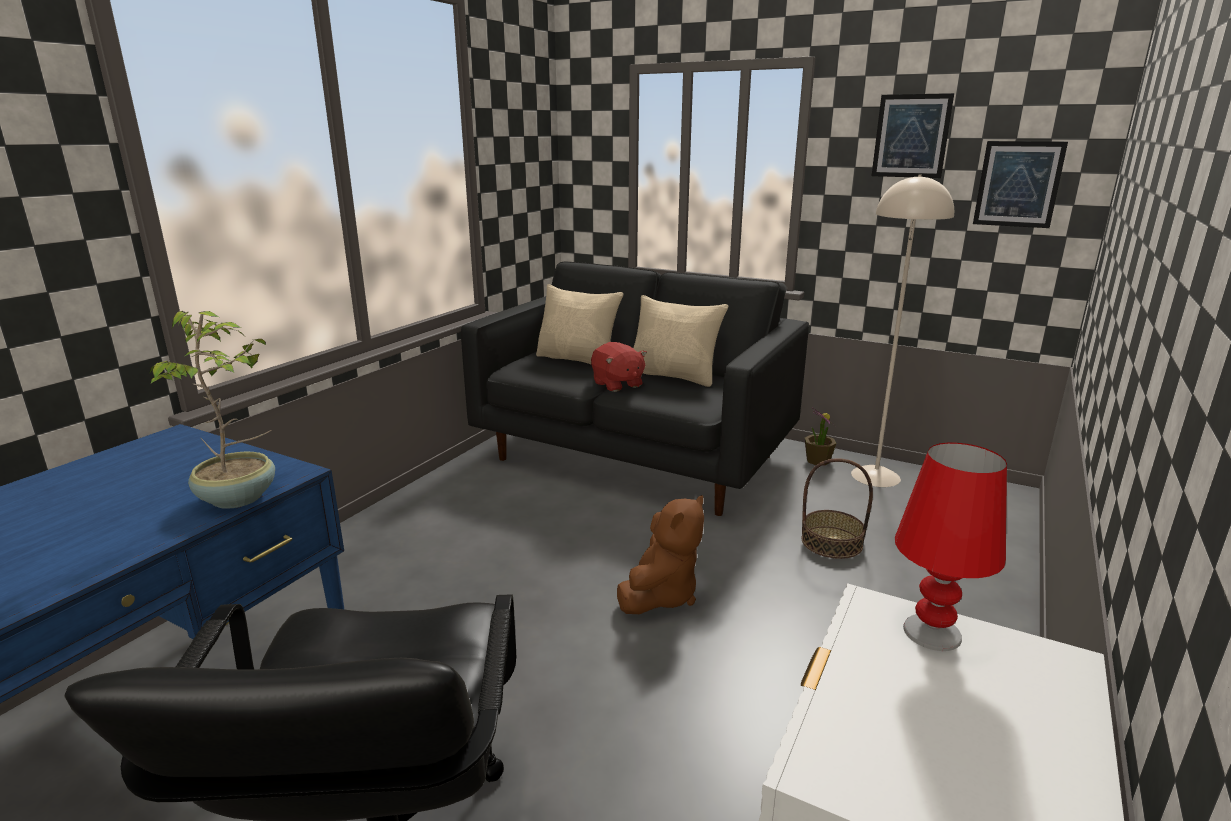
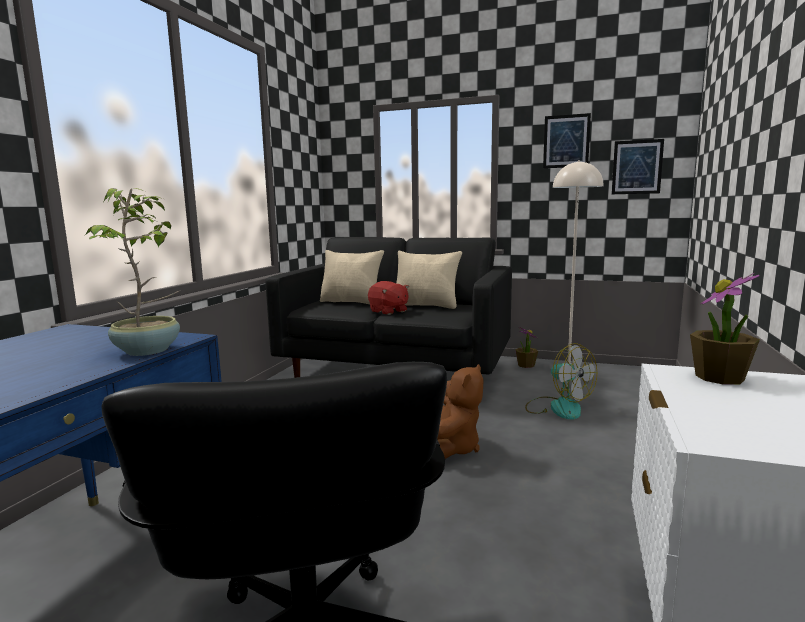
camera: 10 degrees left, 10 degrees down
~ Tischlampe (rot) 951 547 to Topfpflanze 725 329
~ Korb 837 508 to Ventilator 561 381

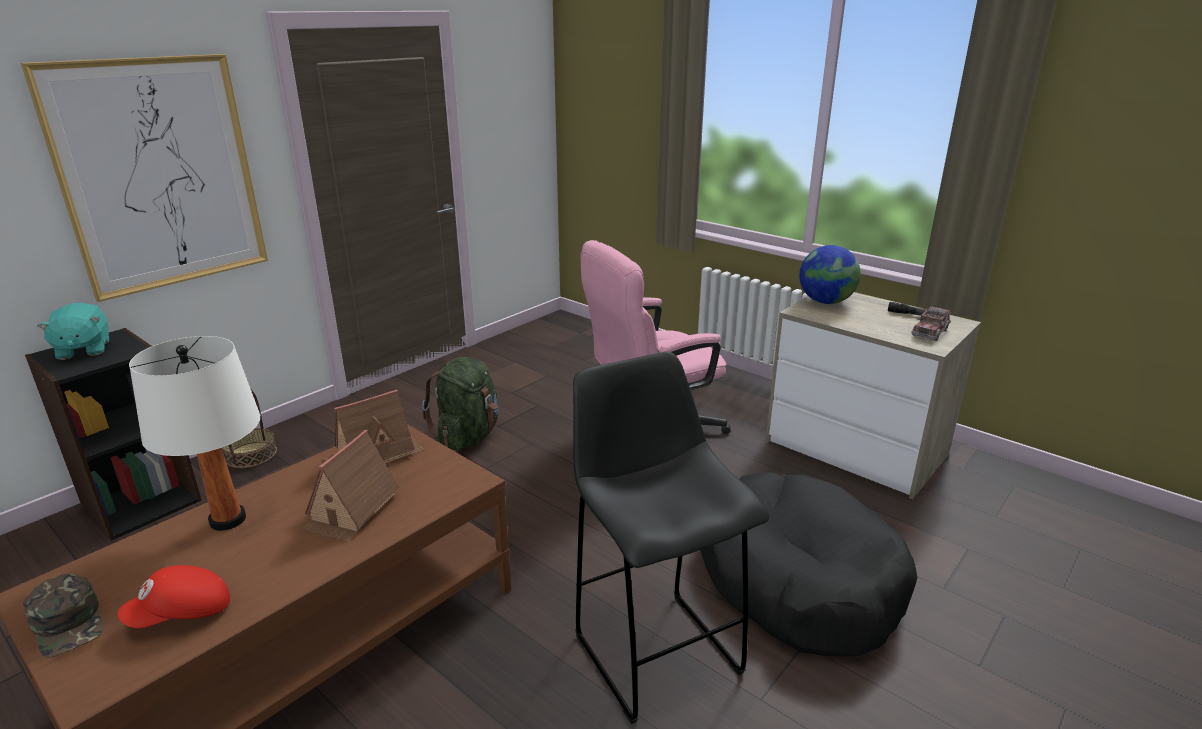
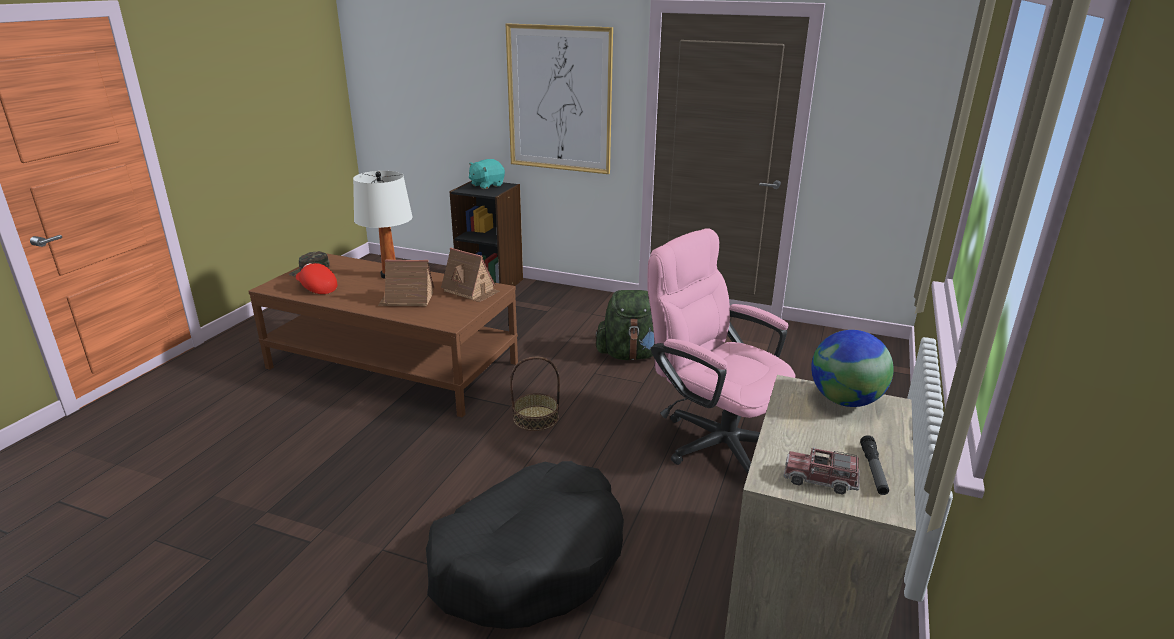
camera: 70 degrees right, 0 degrees up
- Hocker (schwarz) 671 538
~ Korb 249 428 to 535 394

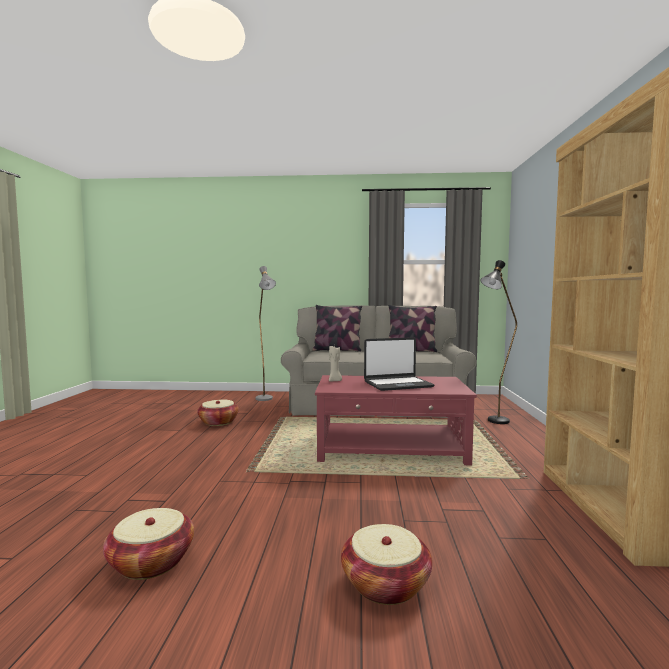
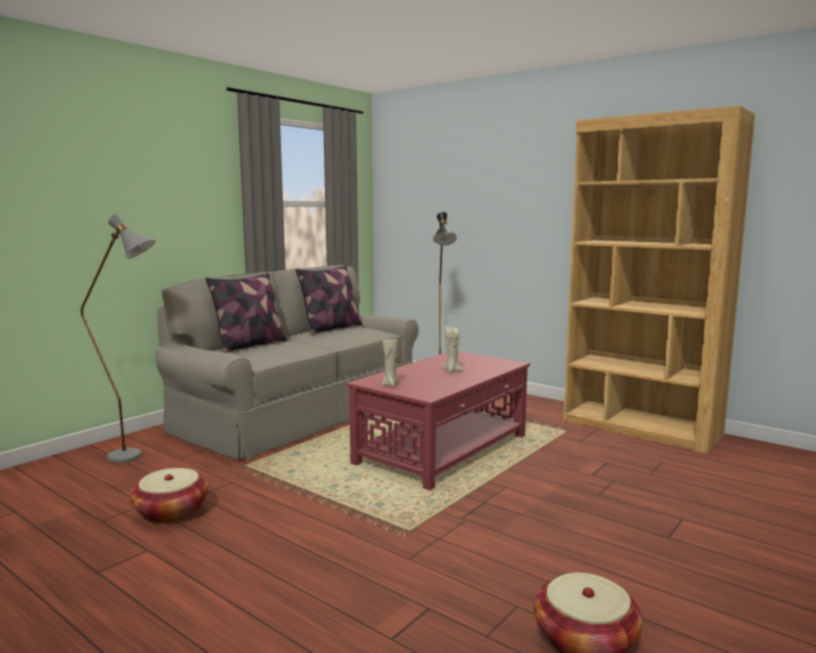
camera: 55 degrees left, 5 degrees up
~ Laptop 399 364 to Kerze (beige) 452 349
- Korb 386 564

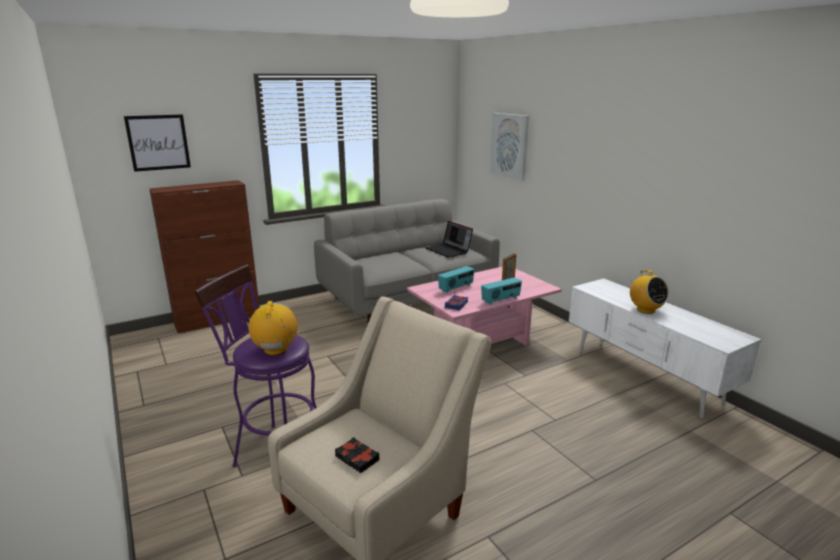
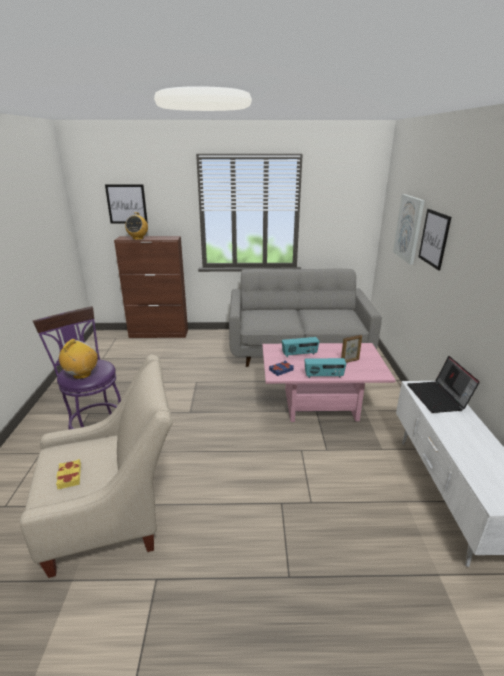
camera: 30 degrees right, 5 degrees up
~ Laptop 449 239 to 443 384
~ Radio 649 292 to 136 226
~ Buch (schwarz) 357 455 to Buch (gelb) 68 474
+ Bild 434 240

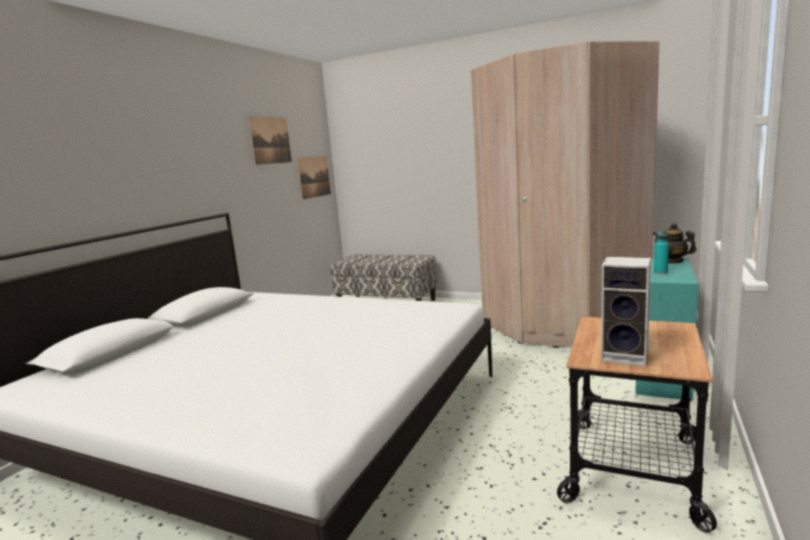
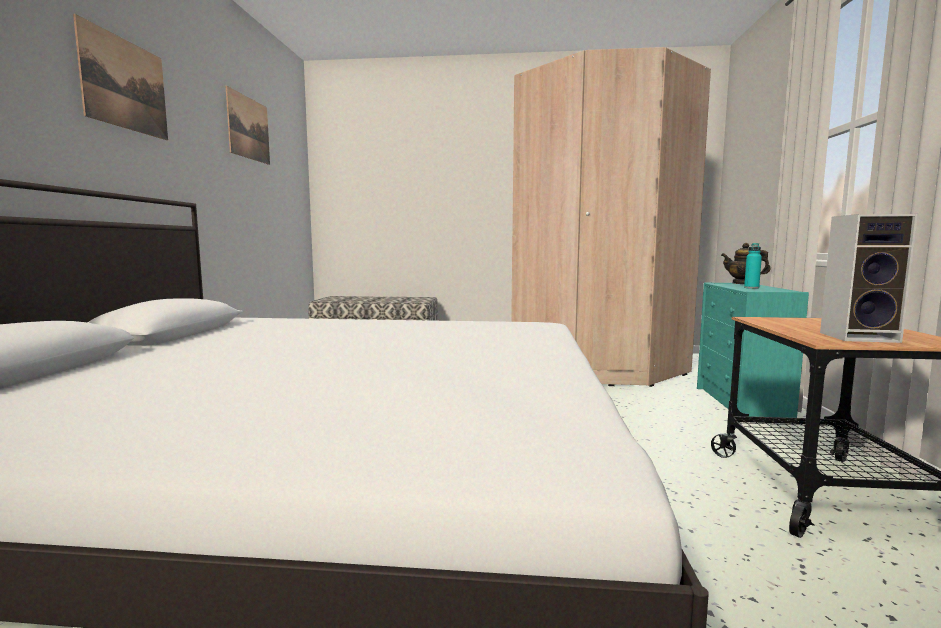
camera: 20 degrees left, 5 degrees down
~ Bild 314 178 to 120 77

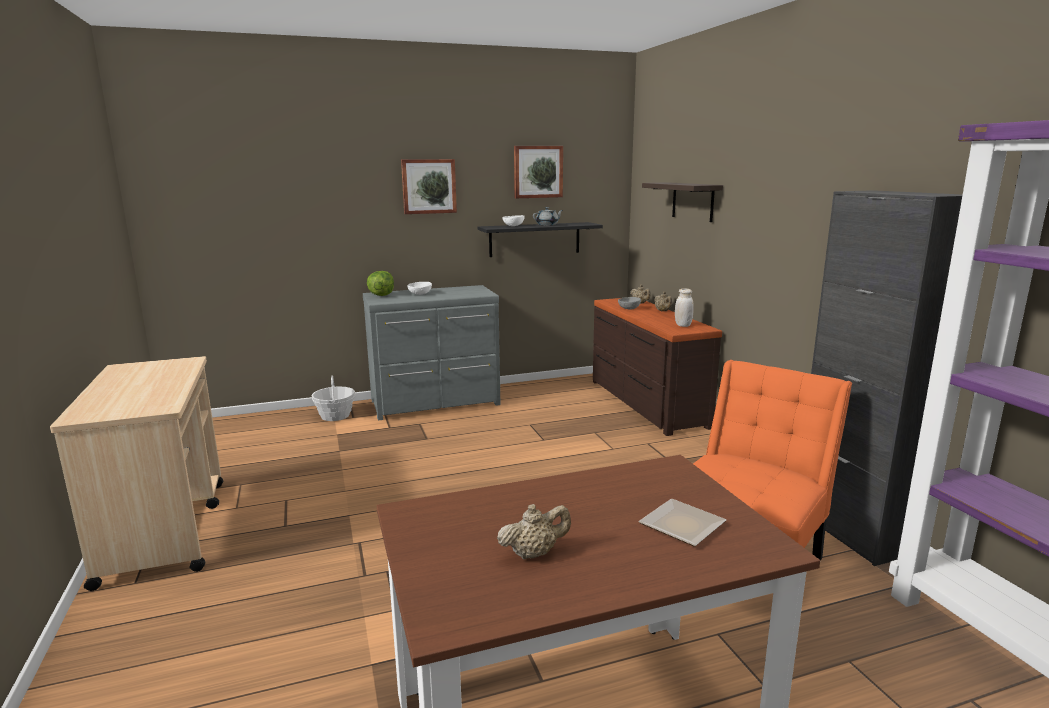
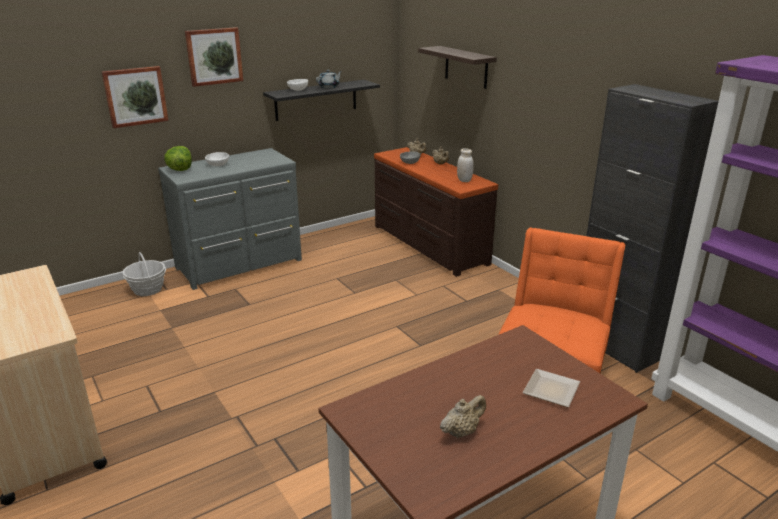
camera: 15 degrees left, 10 degrees up
~ Bild 538 172 to 135 97

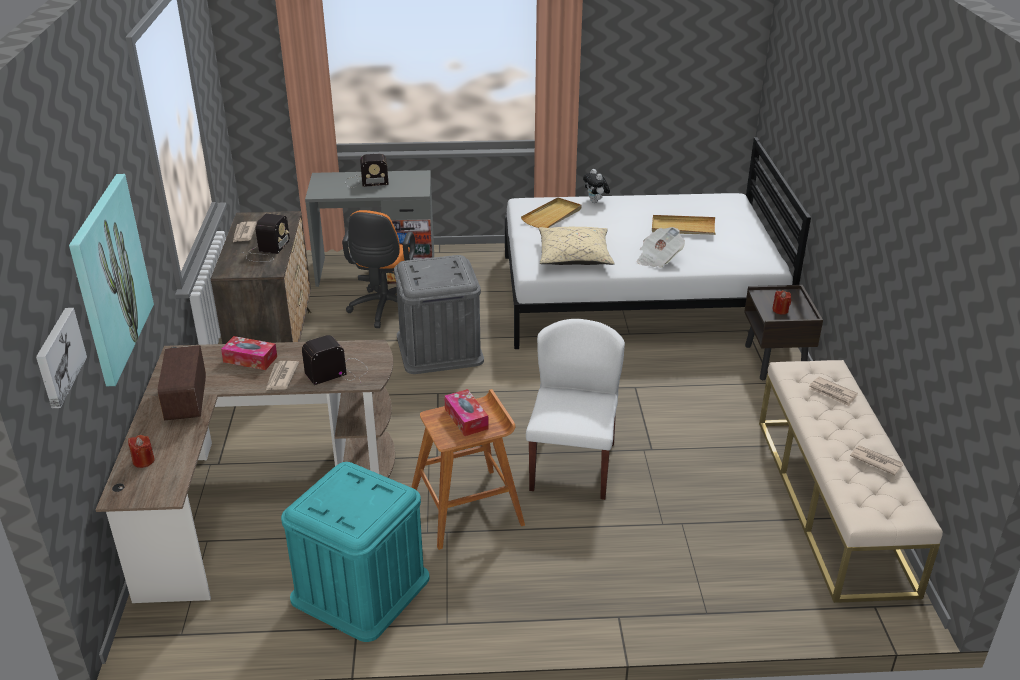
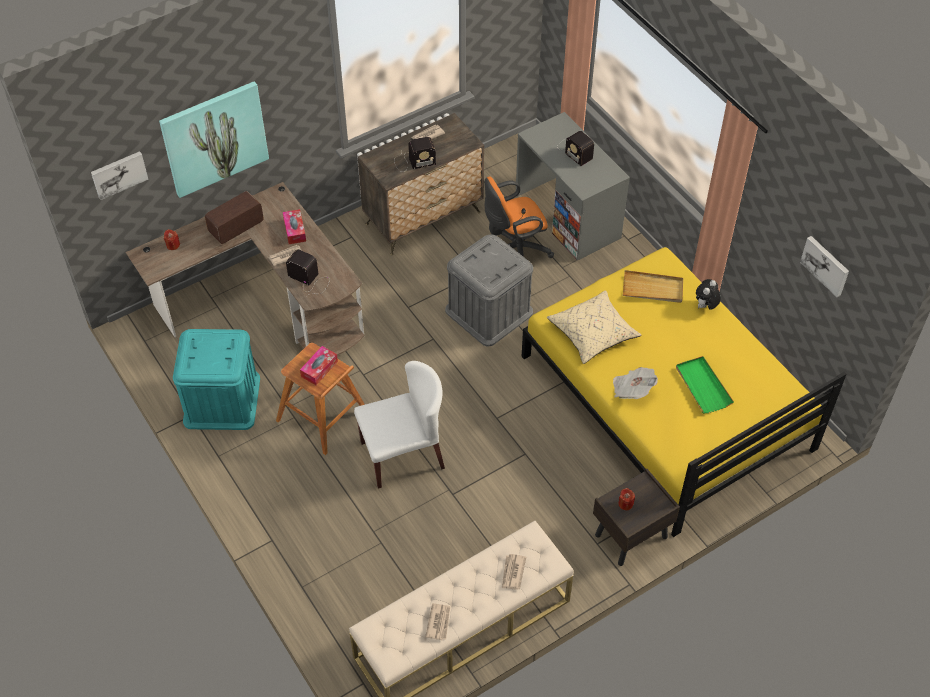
camera: 60 degrees right, 20 degrees up
~ Bett (weiß) 658 243 to Bett (gelb) 684 392
~ Tablett (beige) 684 225 to Tablett (grün) 705 384
+ Bild 824 266

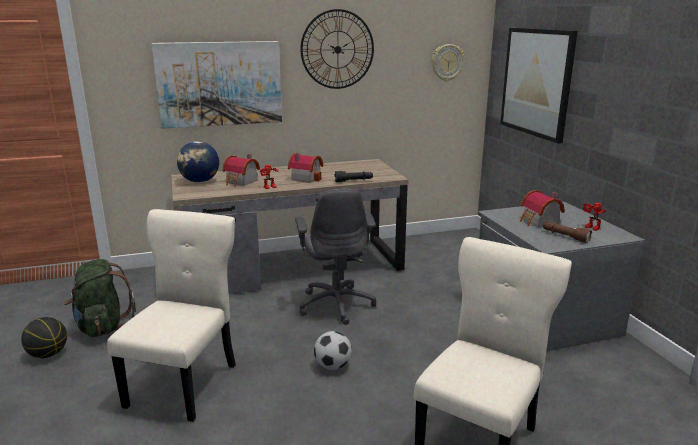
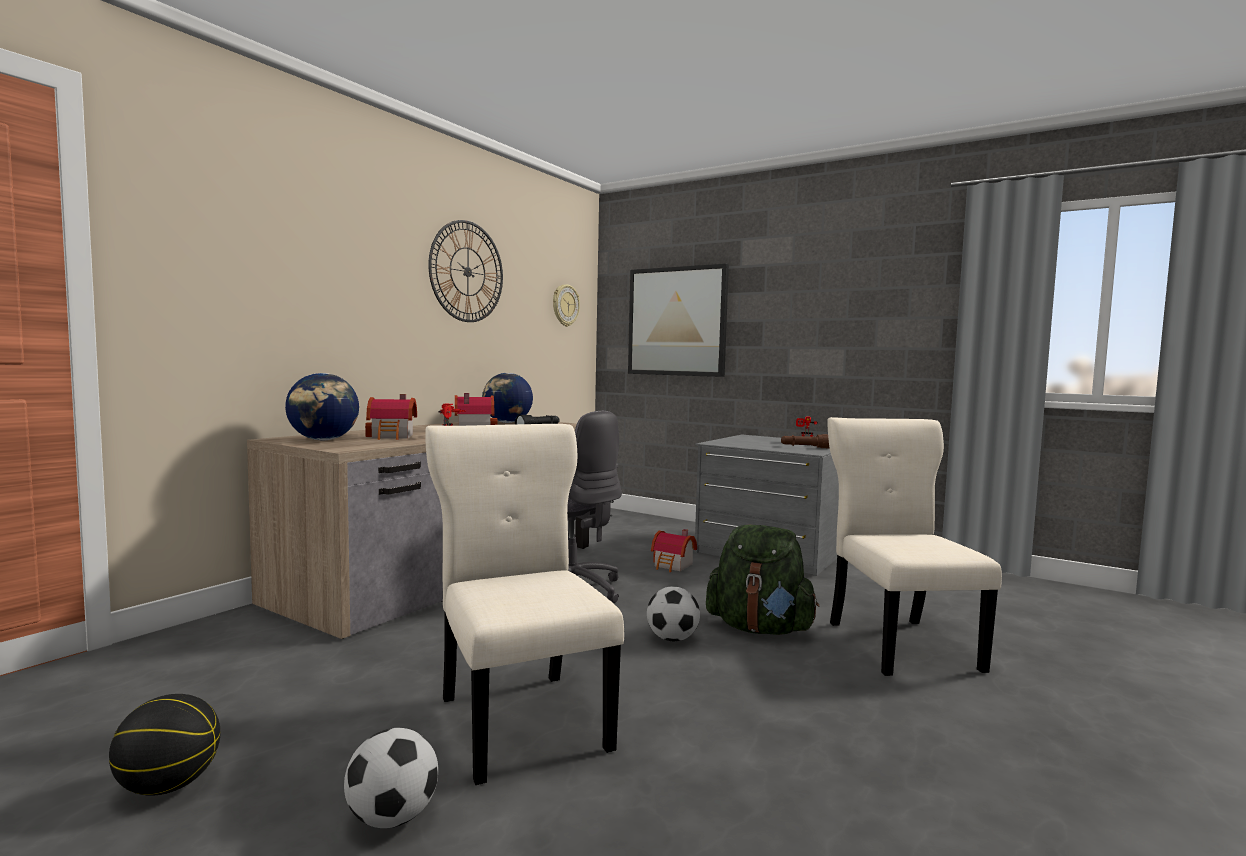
camera: 40 degrees left, 15 degrees down
- Bild 217 85
~ Spielzeughaus 542 208 to 674 550
~ Rucksack (grün) 100 298 to 762 579
+ Globus 507 398
+ Fußball 391 778

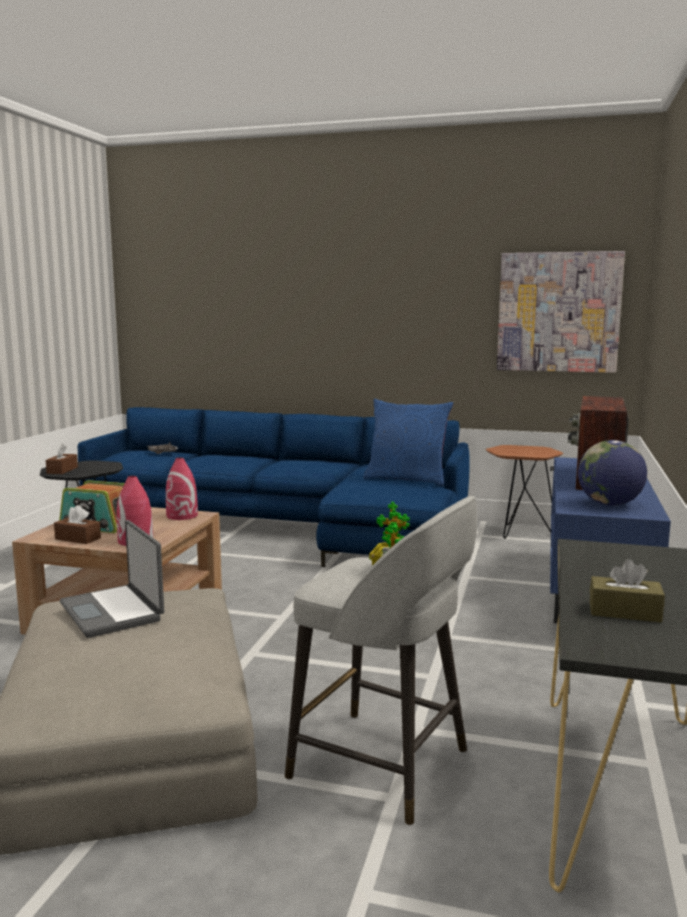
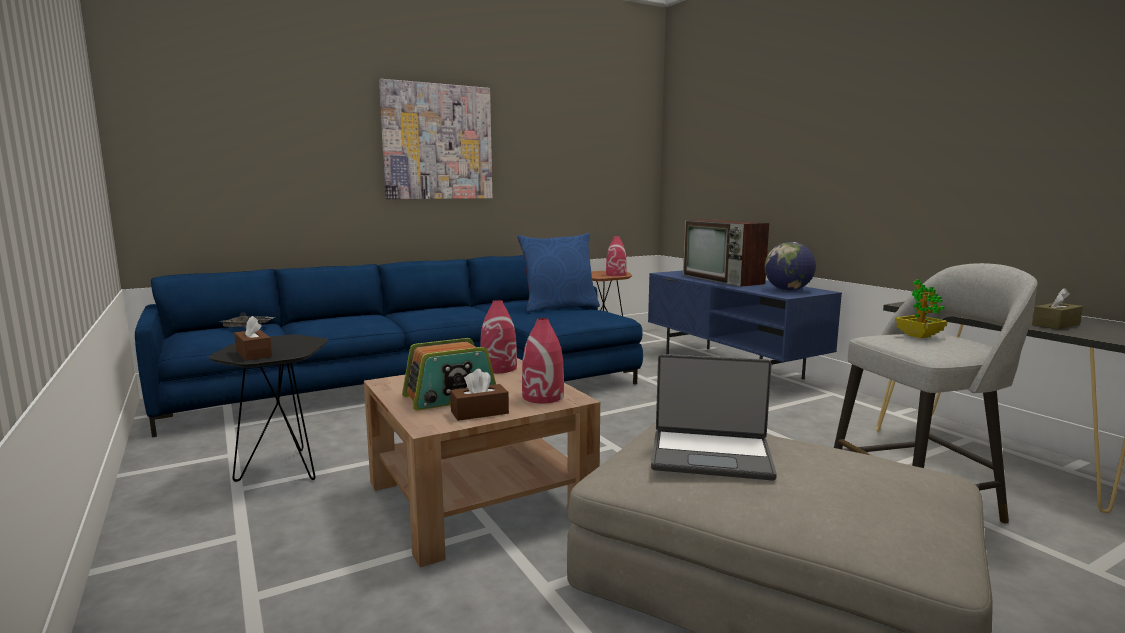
camera: 45 degrees left, 0 degrees up
~ Bild 561 312 to 435 139
+ Vase (rot) 616 256

